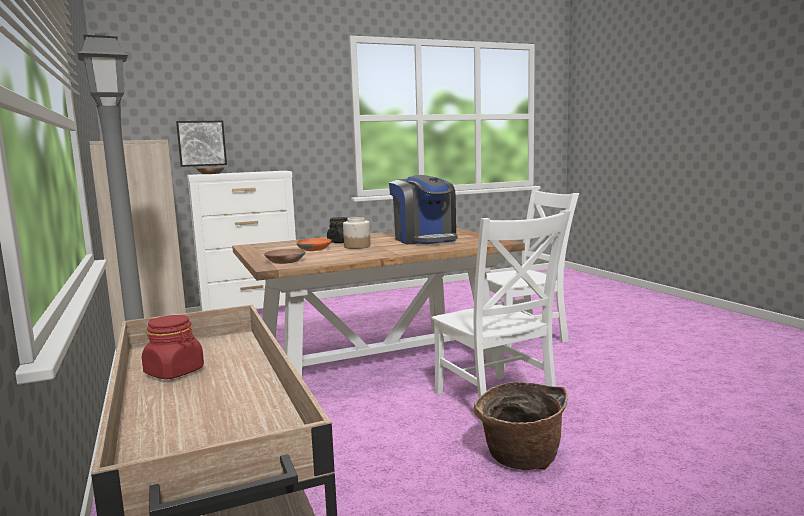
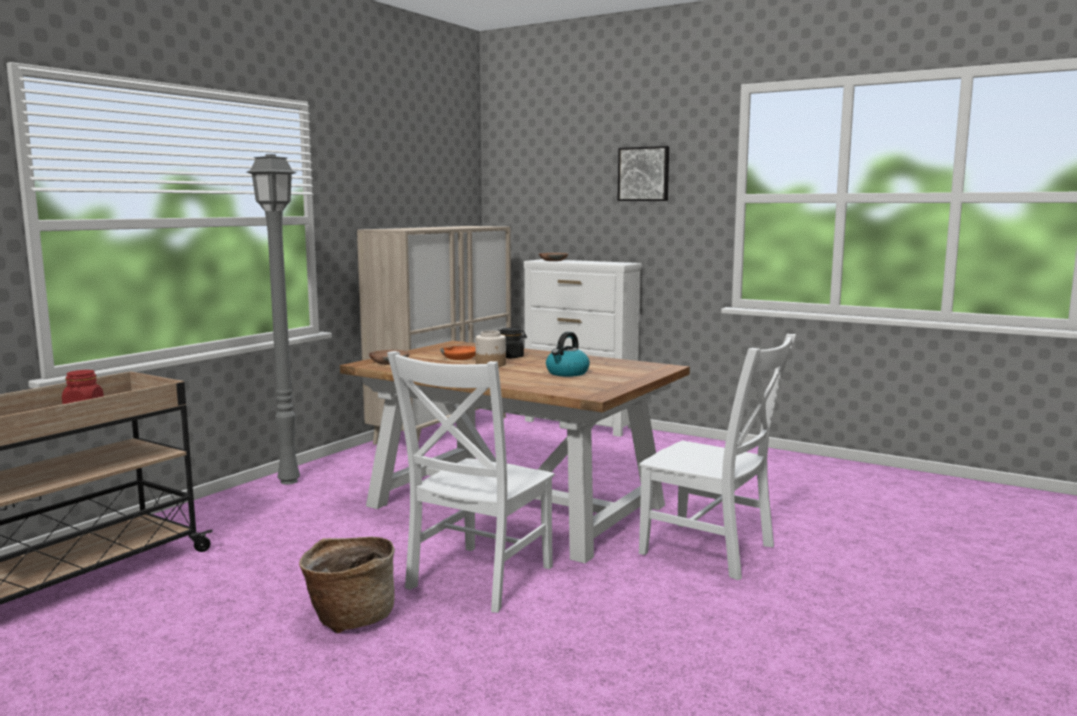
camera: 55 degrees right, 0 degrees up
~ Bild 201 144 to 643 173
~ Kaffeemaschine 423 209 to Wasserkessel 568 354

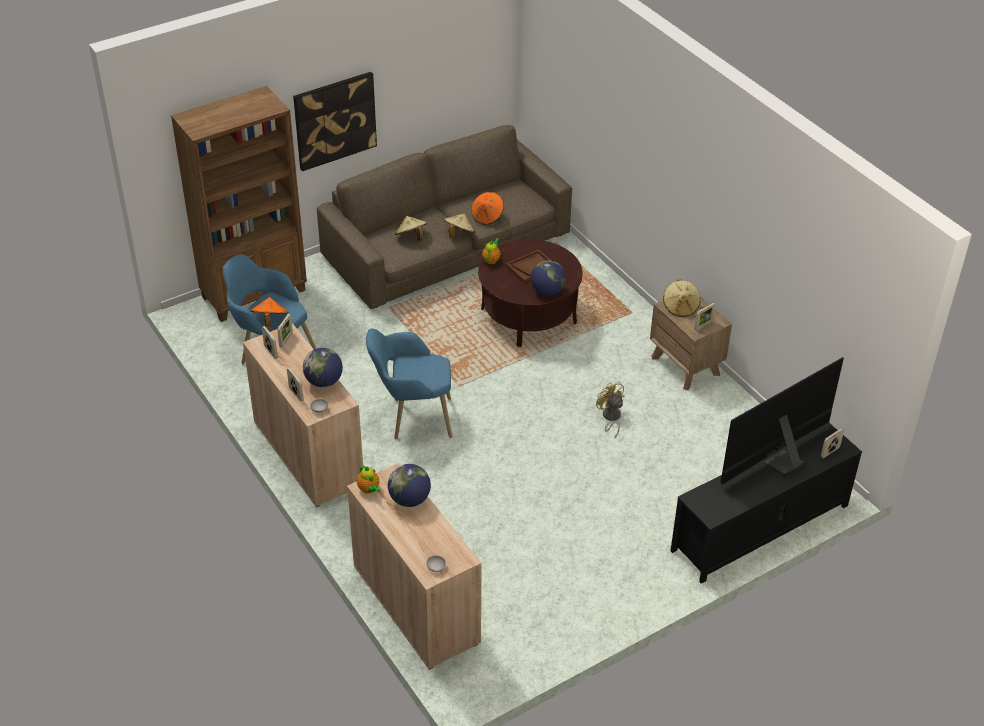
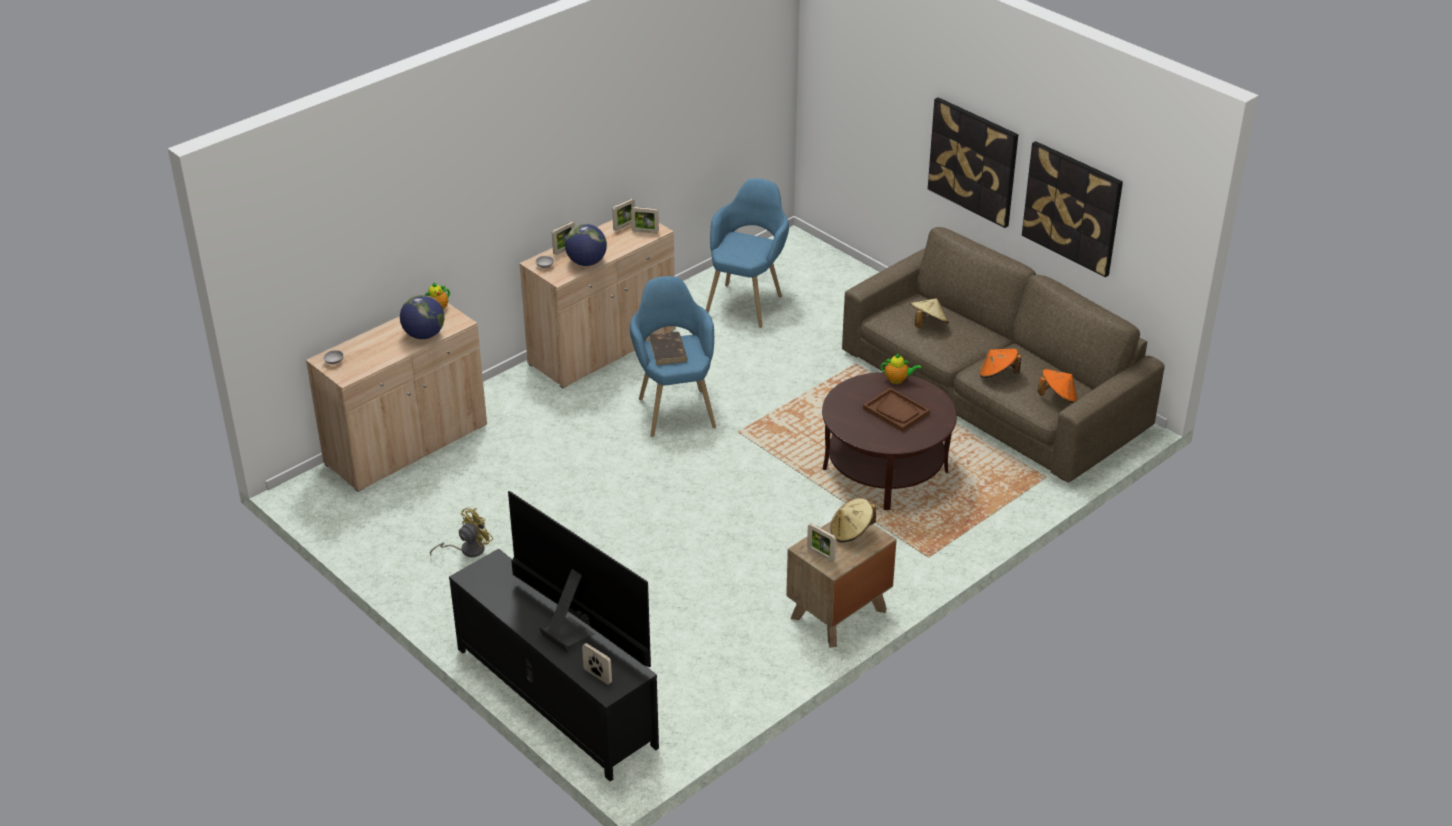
camera: 80 degrees right, 5 degrees down
- Bücherregal (braun) 239 204
- Hut (beige) 460 226
- Globus 548 278
~ Hut (orange) 269 312 to 1057 386
~ Ventilator (gelb) 610 410 to 461 532
+ Bild 1072 209
+ Buch (braun) 668 348

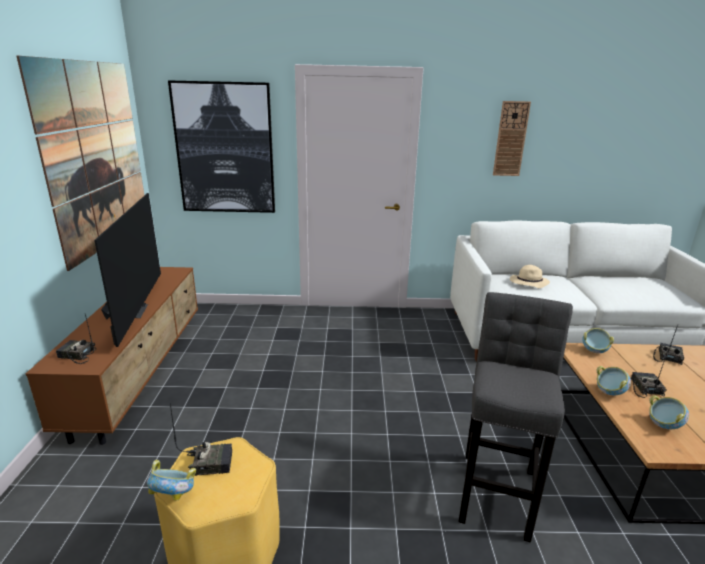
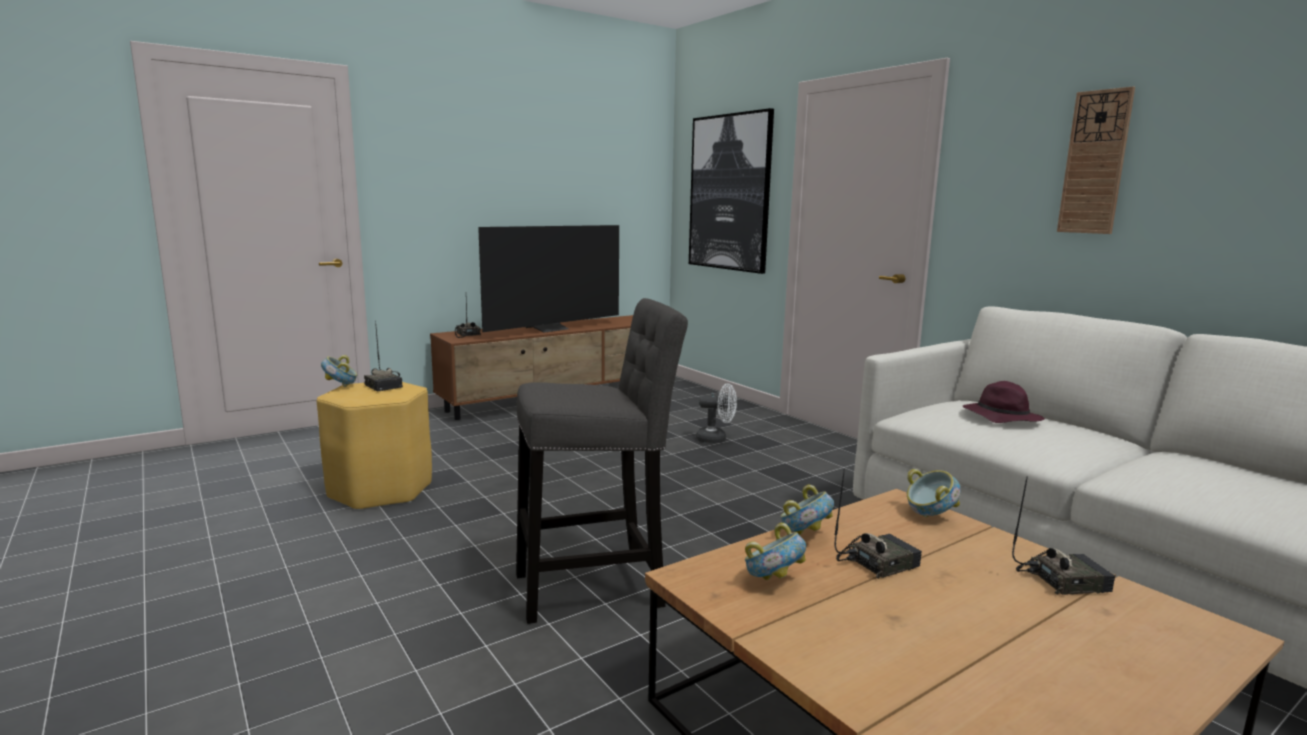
camera: 55 degrees right, 10 degrees down
- Bild 80 163
~ Hut (beige) 530 276 to Hut (lila) 1004 402
+ Ventilator (weiß) 716 413

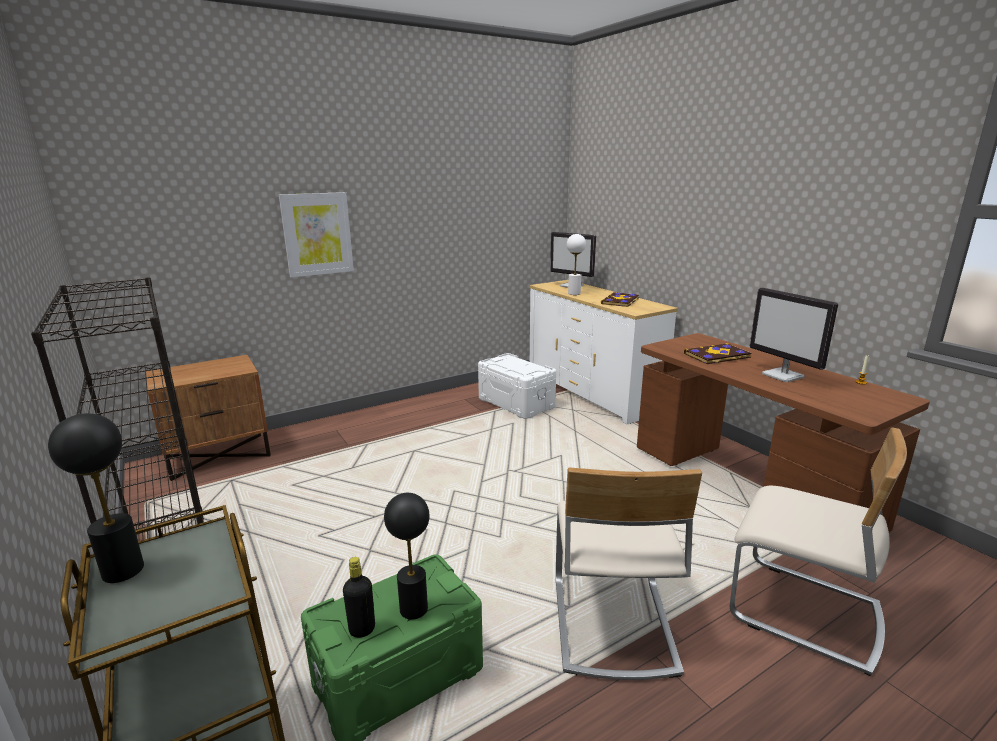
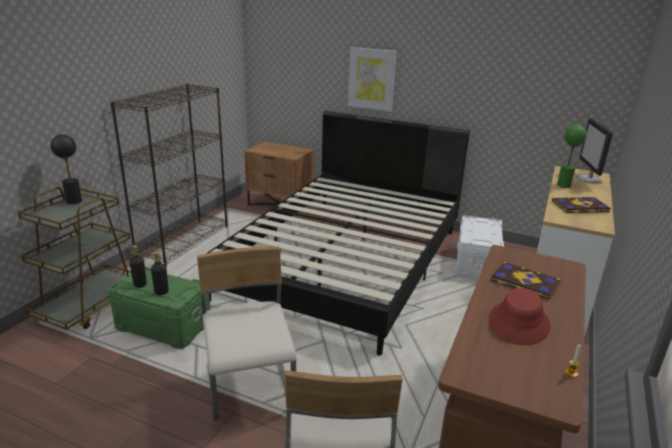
camera: 55 degrees right, 5 degrees up
~ Tischlampe (weiß) 576 264 to Tischlampe (grün) 572 156
~ Monitor 794 335 to Hut (rot) 520 316
~ Stuhl (beige) 629 573 = 247 333 105 degrees clockwise
~ Tischlampe (schwarz) 406 556 to Flasche (schwarz) 160 273
+ Bett (schwarz) 338 233

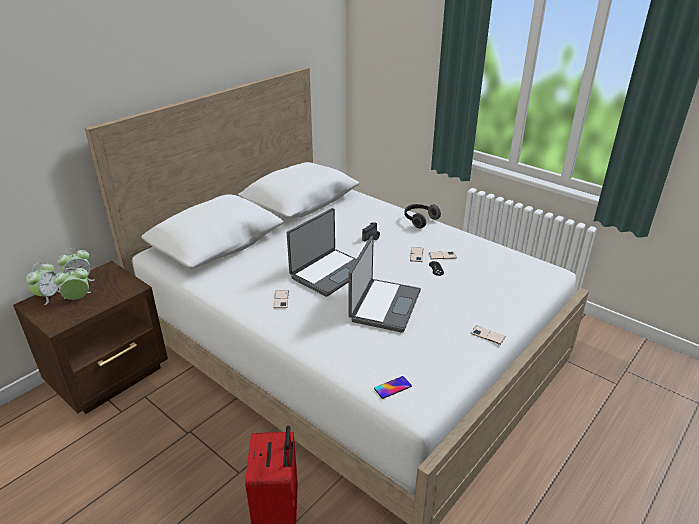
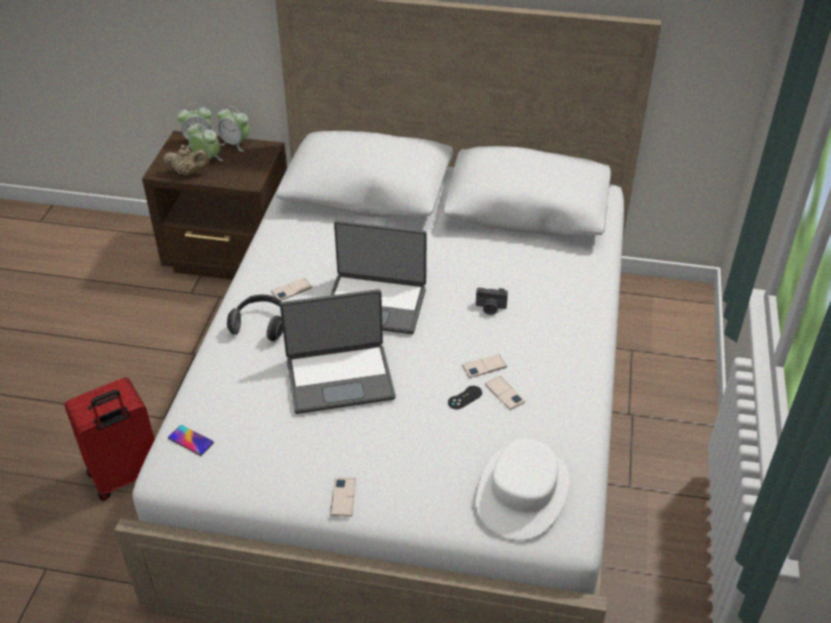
camera: 60 degrees right, 10 degrees up
~ Kopfhörer 422 216 to 255 318
+ Teekanne (beige) 186 160
+ Hut (weiß) 523 489

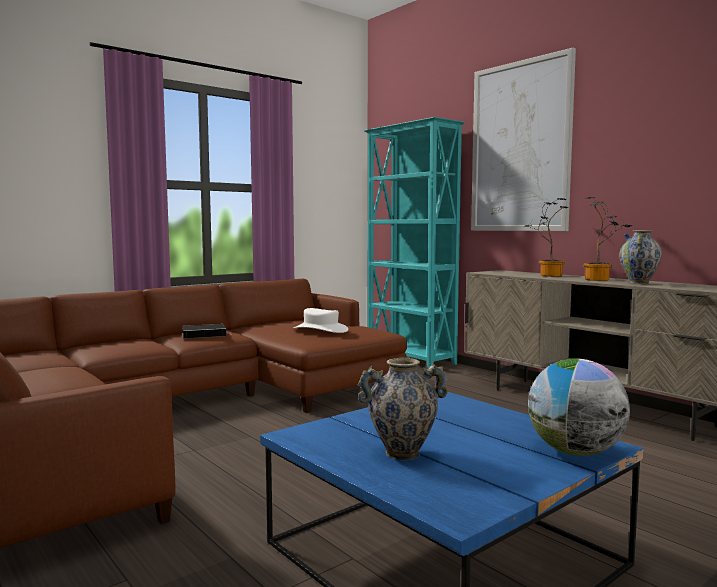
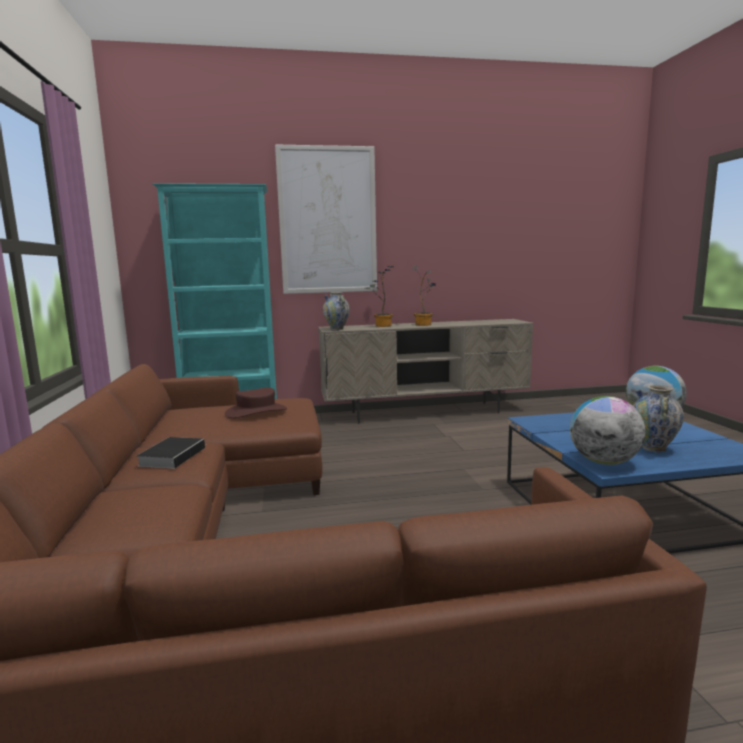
camera: 60 degrees left, 5 degrees up
~ Vase 640 257 to 336 311
~ Hut (weiß) 320 320 to Hut (braun) 256 403
+ Globus 607 430

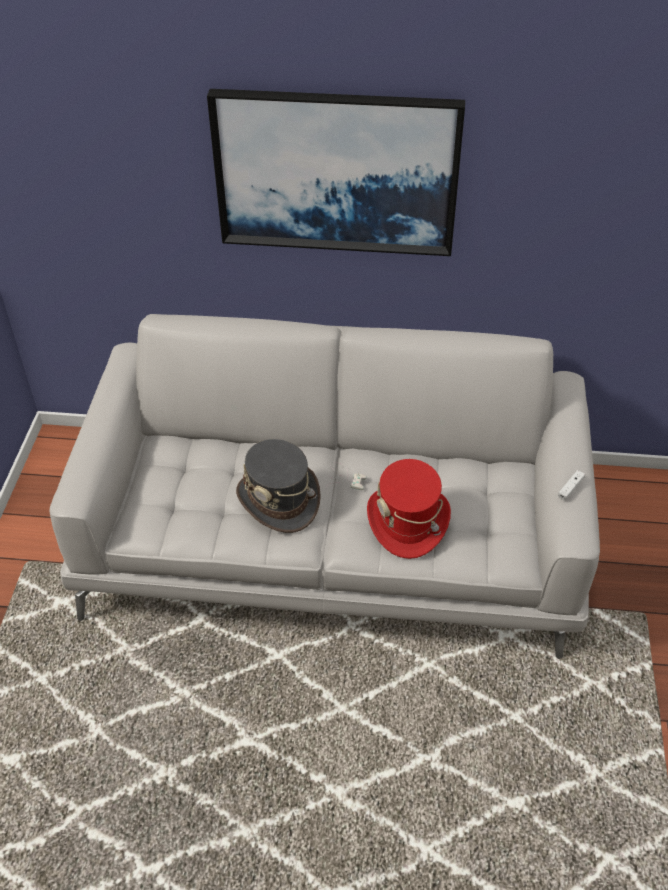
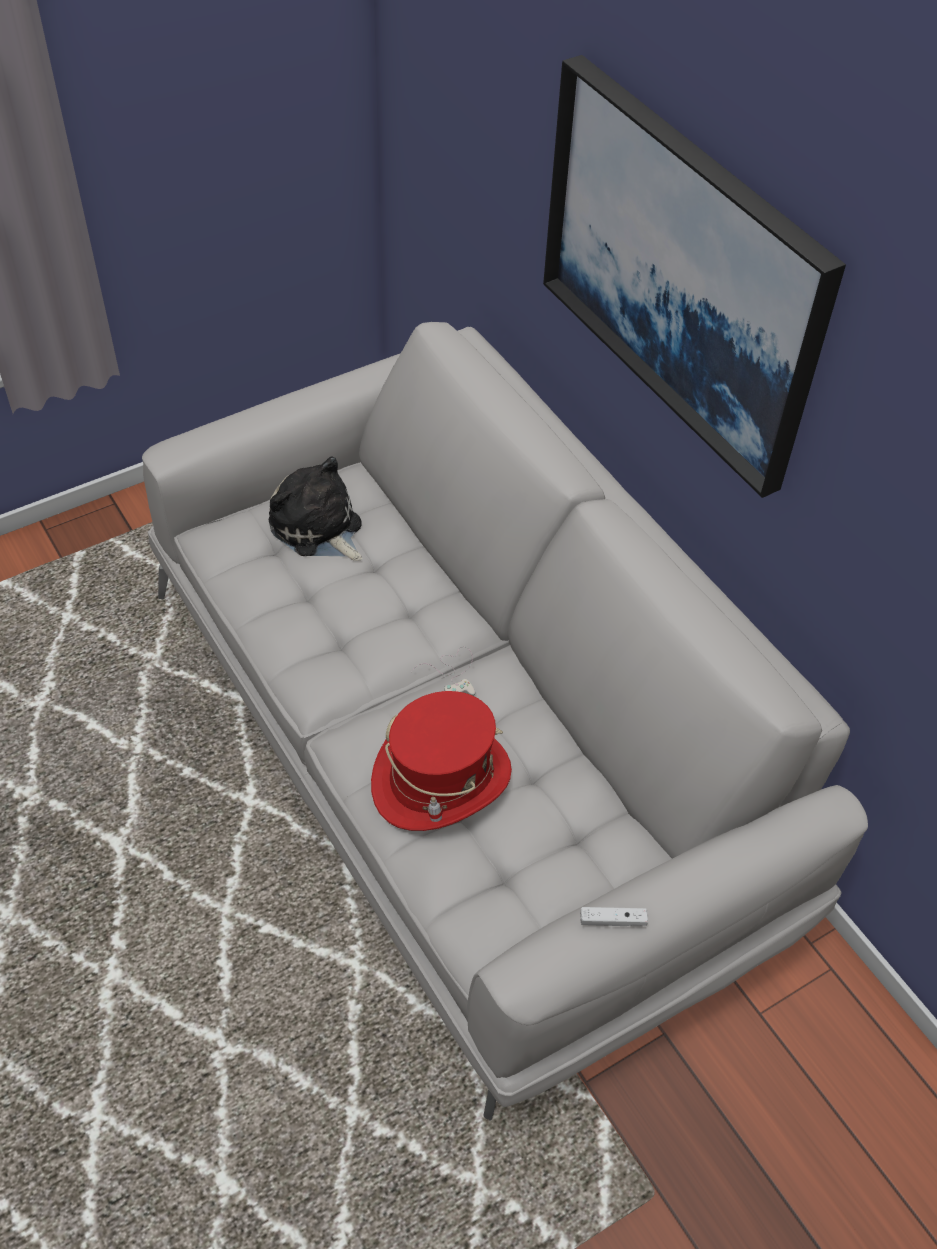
camera: 50 degrees right, 5 degrees up
- Hut (grau) 278 486
+ Plüschtier 316 508

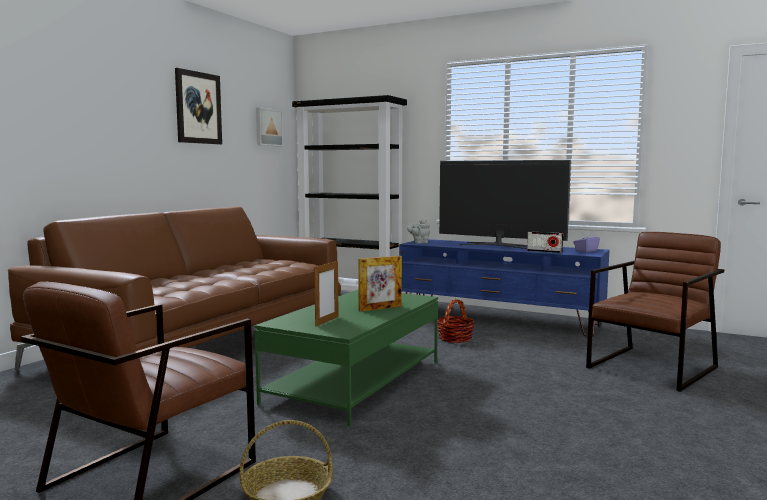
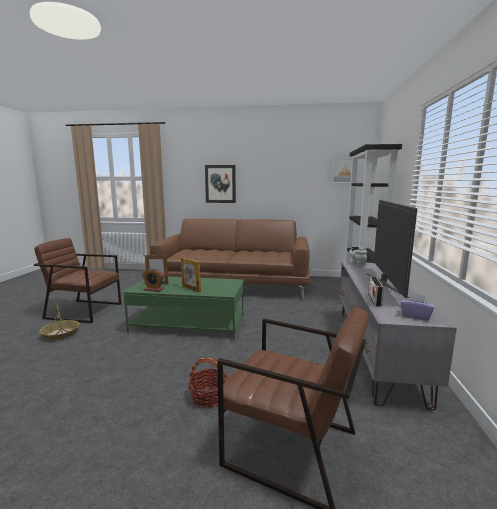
camera: 70 degrees right, 5 degrees up
~ Bild 198 106 to 220 184
~ Fernsehschrank (blau) 504 288 to Fernsehschrank (grau) 398 336
~ Korb 456 321 to 208 382
+ Wecker 153 280

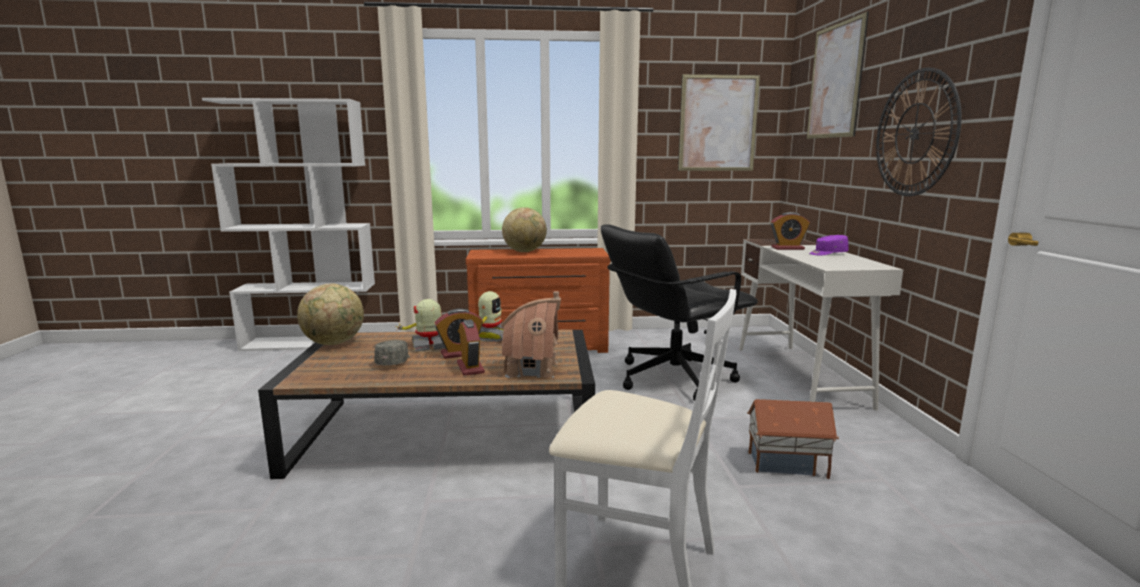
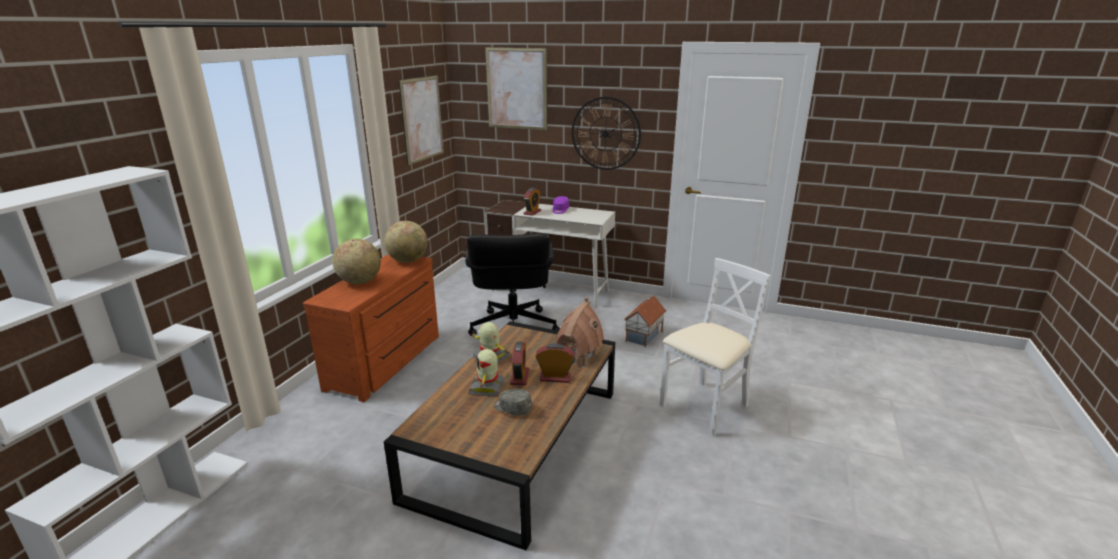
camera: 65 degrees left, 10 degrees up
~ Globus 330 314 to 406 242

